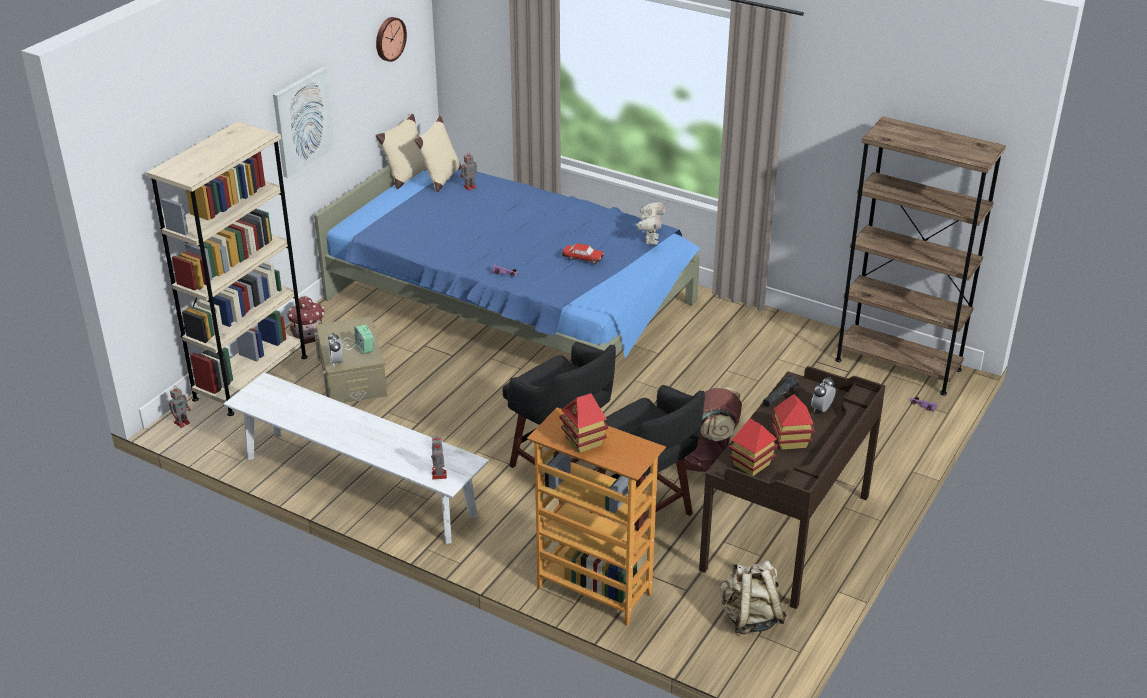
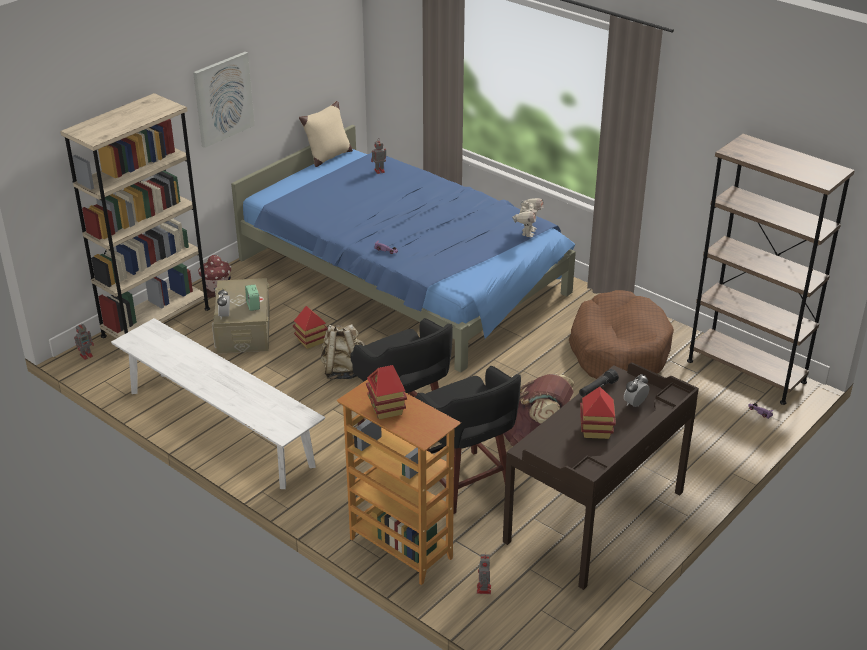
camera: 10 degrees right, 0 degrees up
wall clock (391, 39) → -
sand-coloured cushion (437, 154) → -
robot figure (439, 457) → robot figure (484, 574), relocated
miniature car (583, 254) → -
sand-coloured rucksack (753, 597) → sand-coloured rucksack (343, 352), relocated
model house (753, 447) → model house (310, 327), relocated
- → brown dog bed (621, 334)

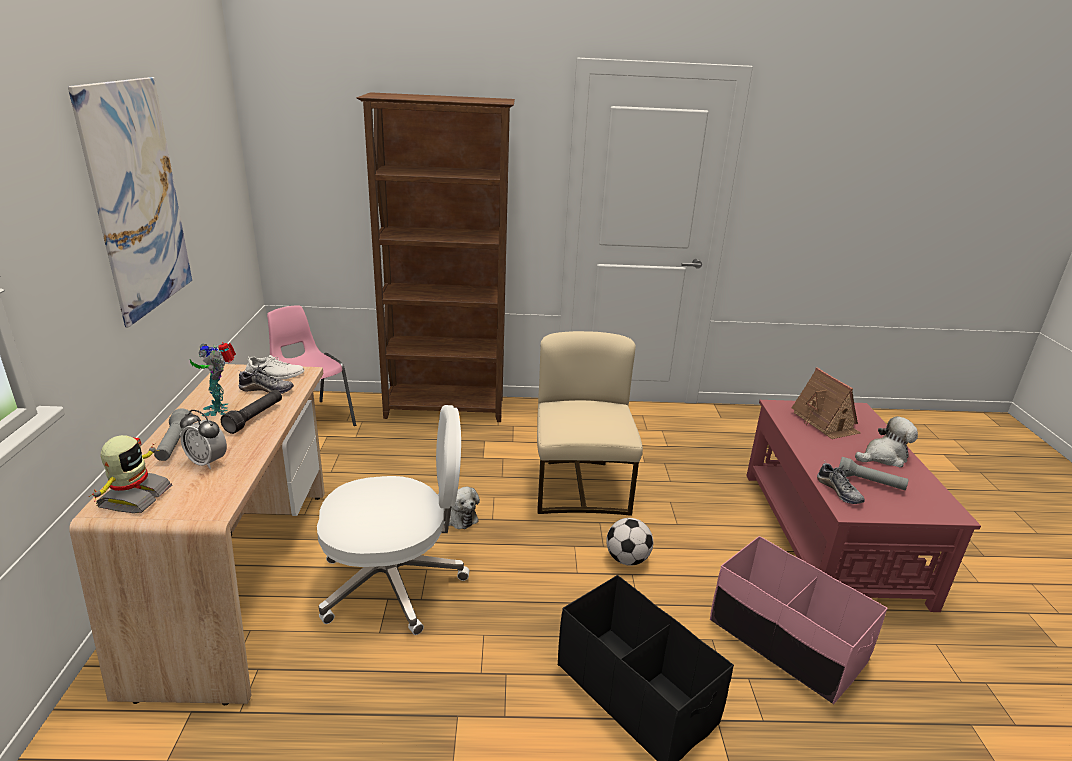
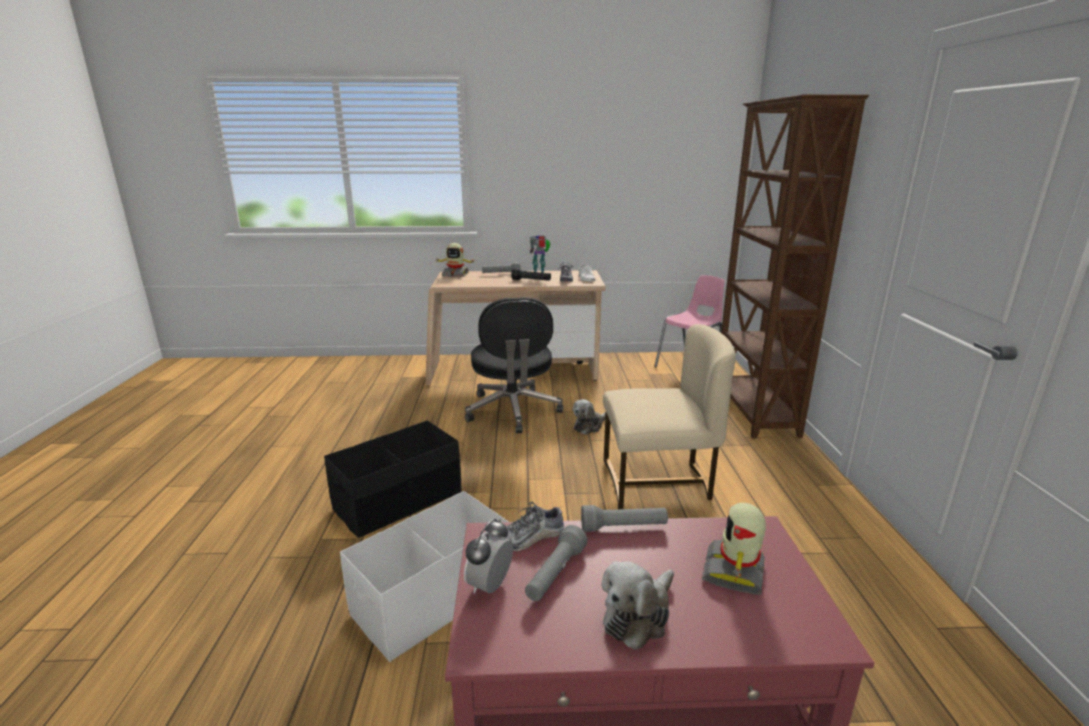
camera: 90 degrees right, 5 degrees down
wall picture (130, 202) → -
bedside clock (203, 439) → bedside clock (488, 556), relocated
white-coloured computer chair (393, 520) → black-coloured computer chair (514, 365)
football (629, 542) → -
pink storage box (799, 620) → white-coloured storage box (424, 576)
model house (826, 403) → robot figure (734, 549)
cuddly toy (886, 441) → cuddly toy (638, 606), 60 degrees clockwise
- → greyish hand torch (624, 518)

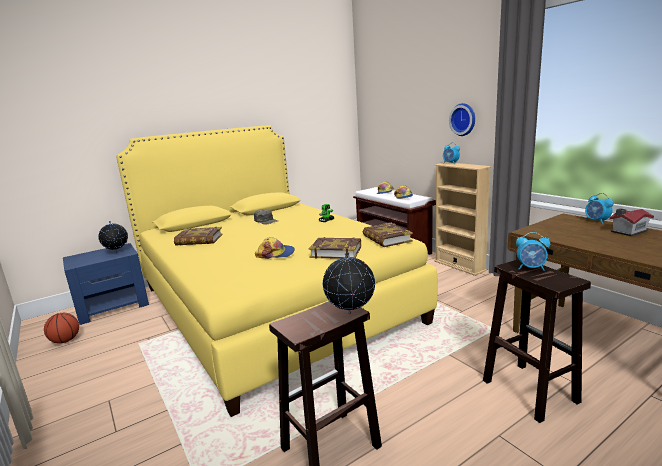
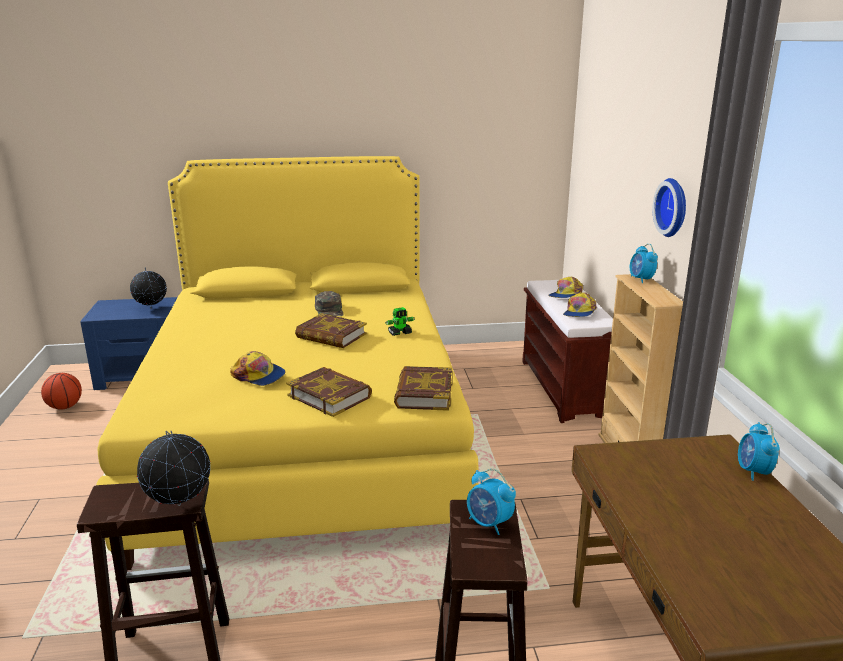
camera: 25 degrees right, 5 degrees up
book (198, 236) → book (331, 330), relocated
model house (631, 222) → -

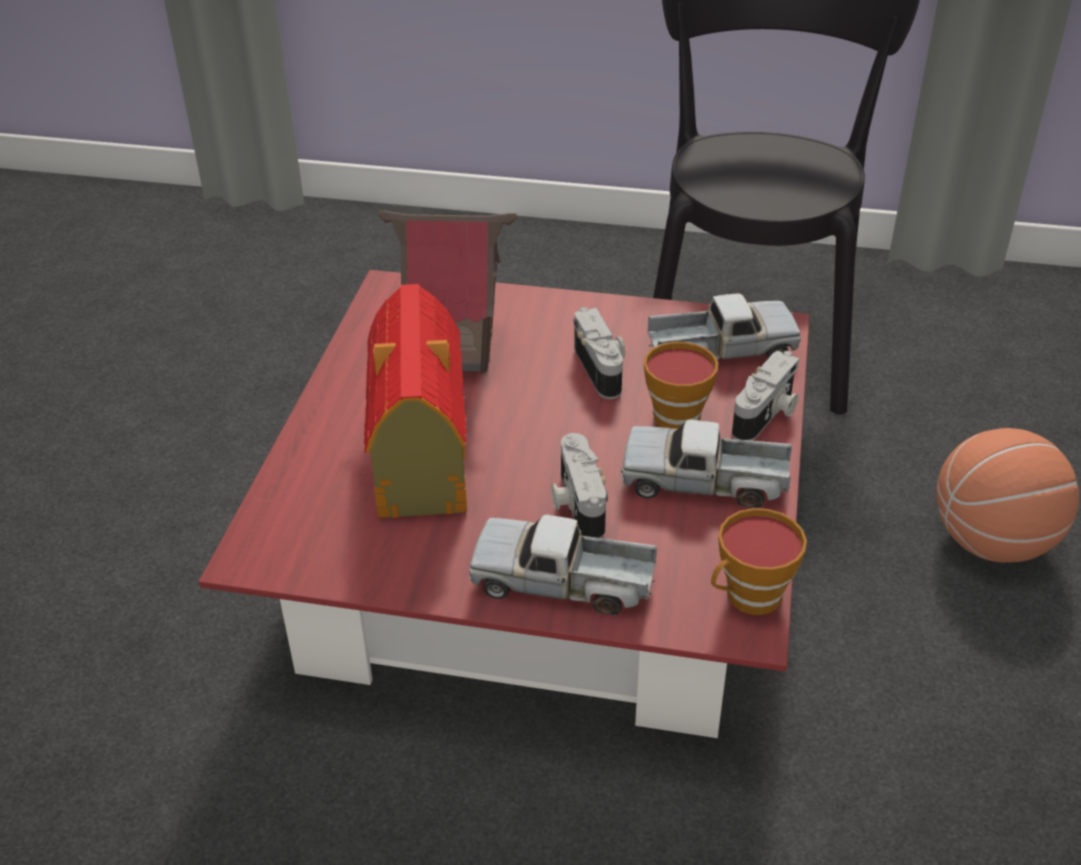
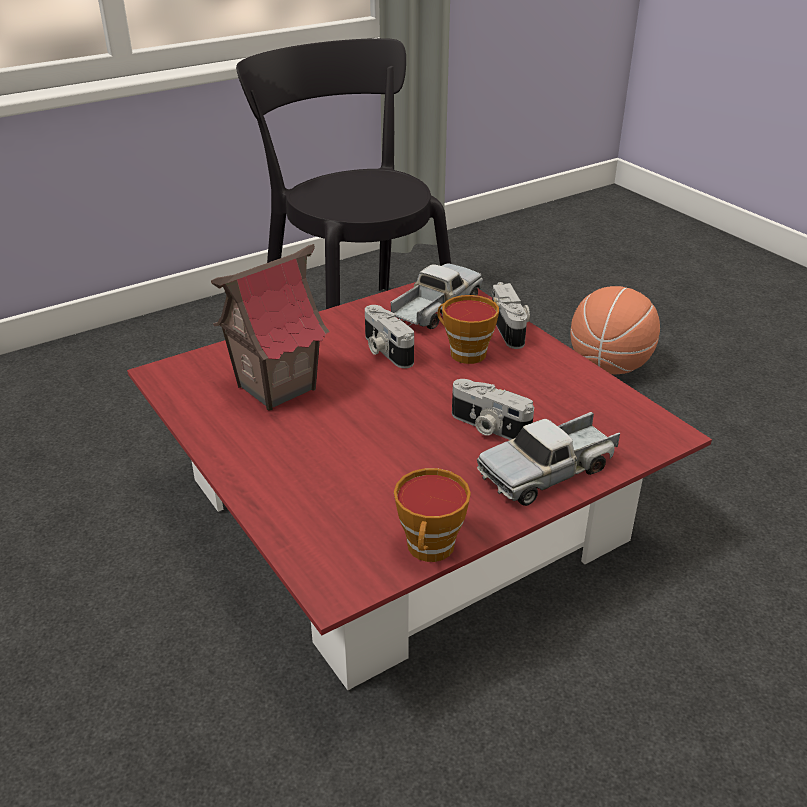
camera: 45 degrees left, 5 degrees down
model house (415, 401) → -
photo camera (599, 353) → photo camera (389, 336), 150 degrees counterclockwise
toy lorry (706, 463) → -
small cup (759, 561) → small cup (432, 515), relocated

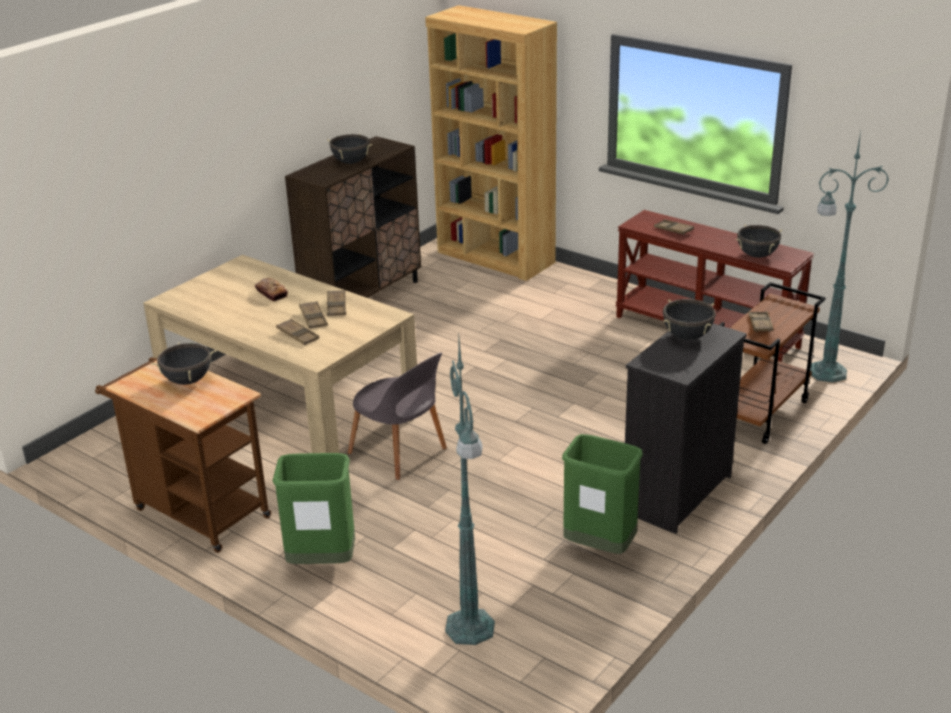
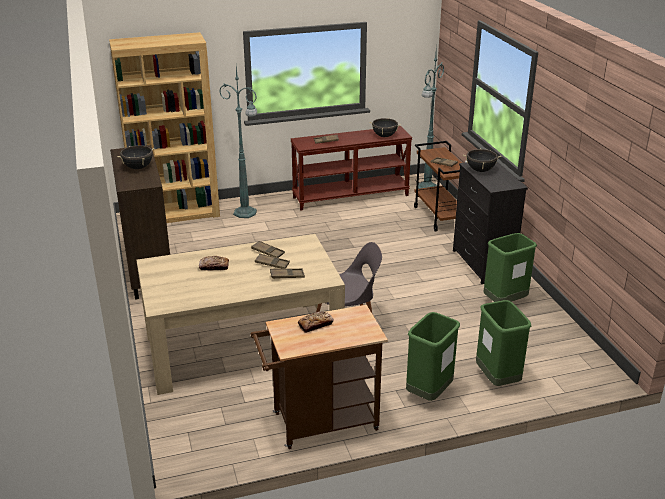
camera: 55 degrees left, 0 degrees up
black-coloured stockpot (183, 363) → bread (316, 322)
green-coloured floor lamp (470, 492) → green-coloured floor lamp (238, 142), relocated
- → green-coloured trash can (504, 343)

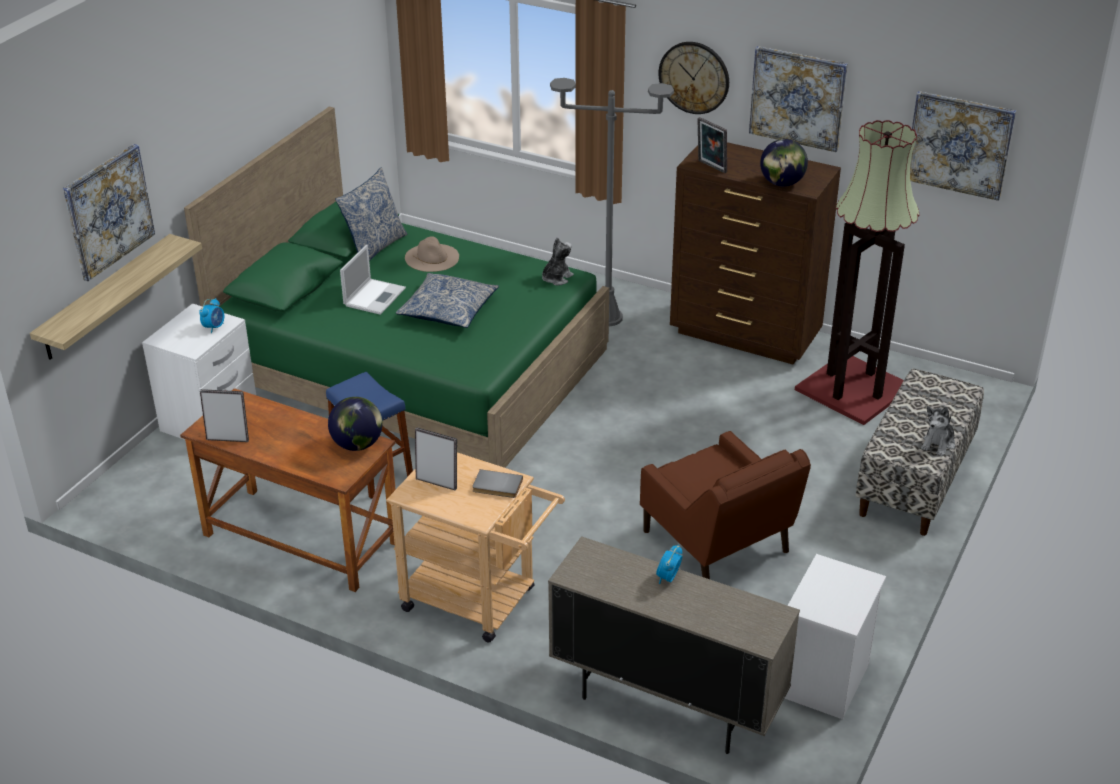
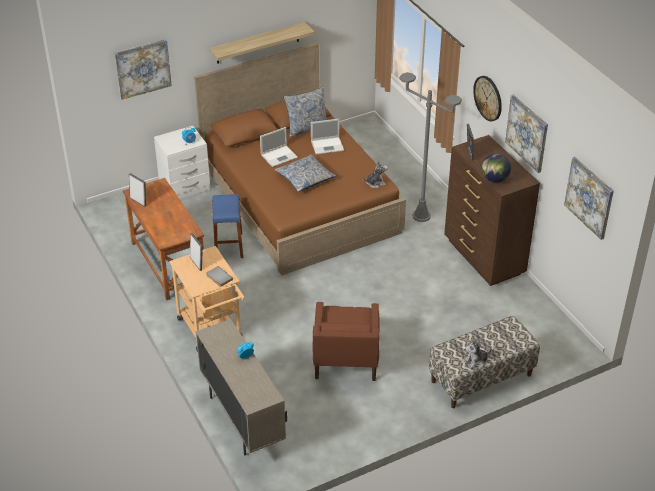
camera: 35 degrees right, 5 degrees up
shelf (116, 297) → shelf (261, 43), relocated
green-coloured bedroom bed (396, 287) → brown bedroom bed (300, 159)
world globe (355, 424) → -
sand-coloured hat (432, 254) → portable computer (327, 137)
white-coloured nightstand (835, 636) → -
floor lamp (857, 272) → -

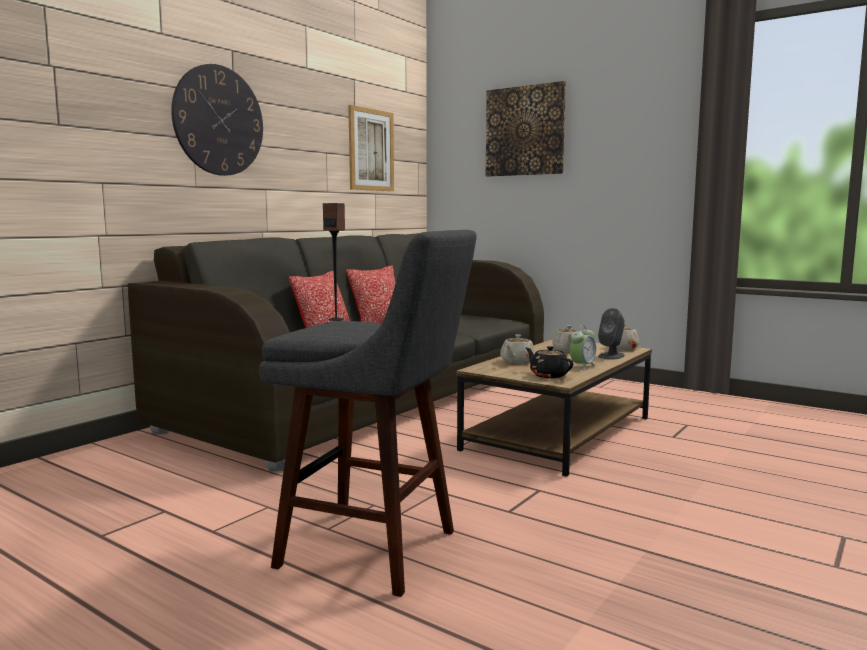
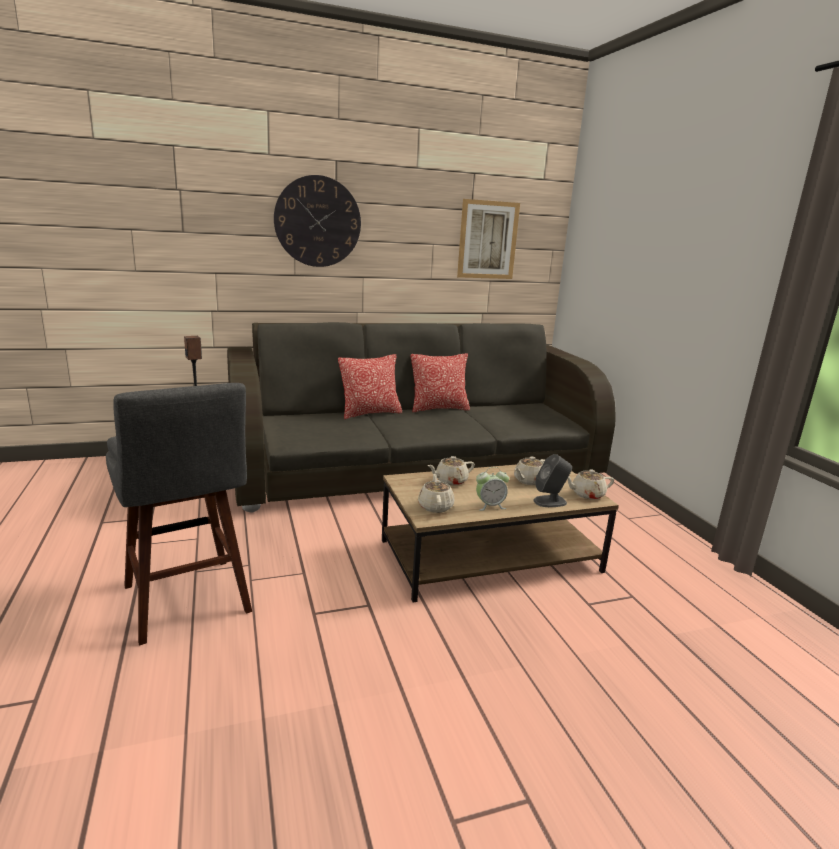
camera: 35 degrees right, 10 degrees up
wall picture (526, 128) → -
black-coloured tea pot (550, 362) → sand-coloured tea pot (436, 493)

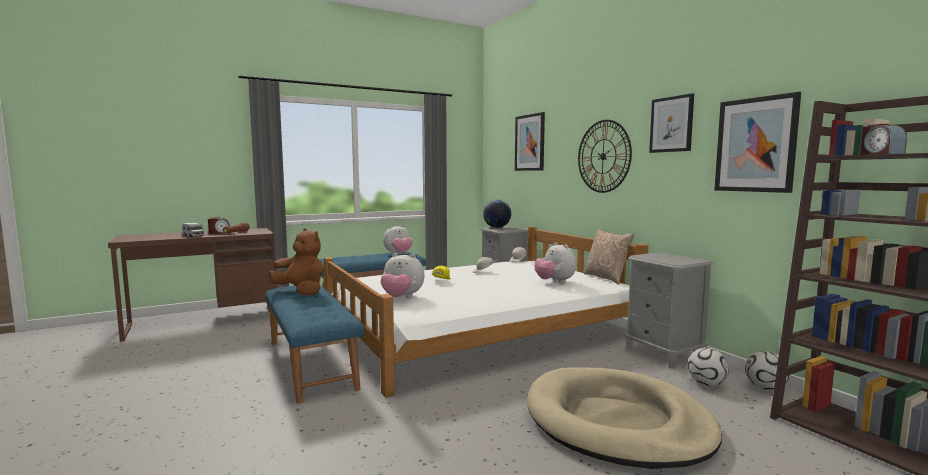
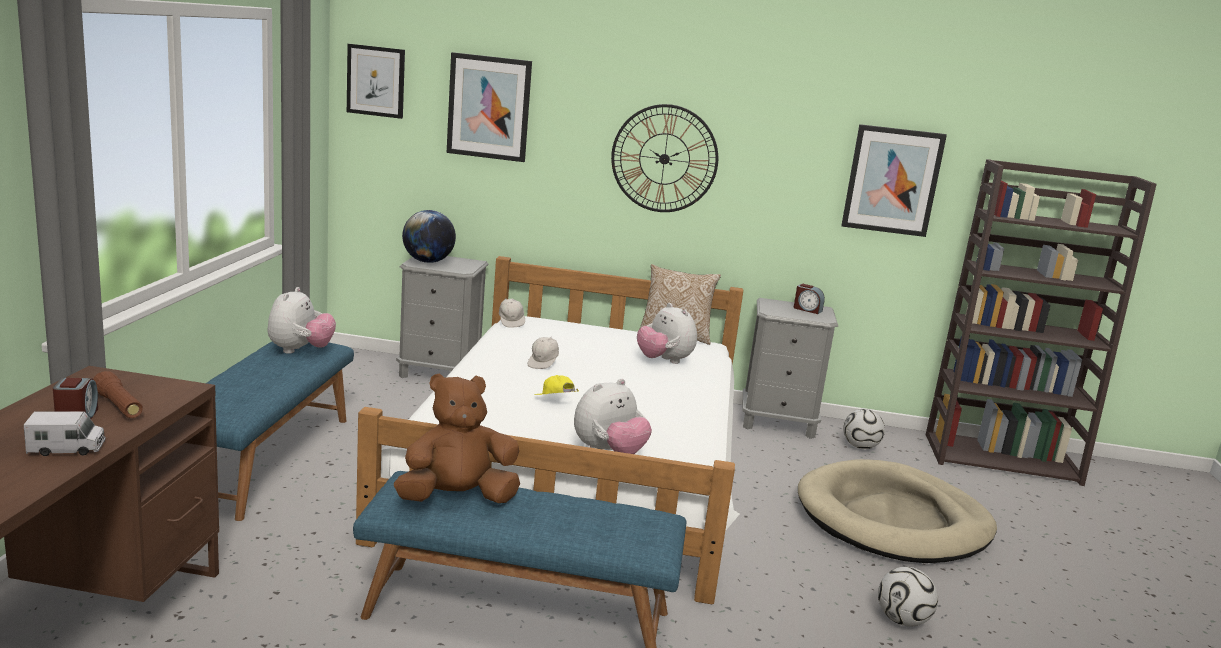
camera: 55 degrees left, 10 degrees up
cuddly toy (555, 262) → cuddly toy (667, 333), 45 degrees clockwise
wall picture (671, 123) → wall picture (376, 81), relocated
football (767, 370) → football (908, 597), relocated
bedside clock (883, 139) → bedside clock (809, 299), relocated

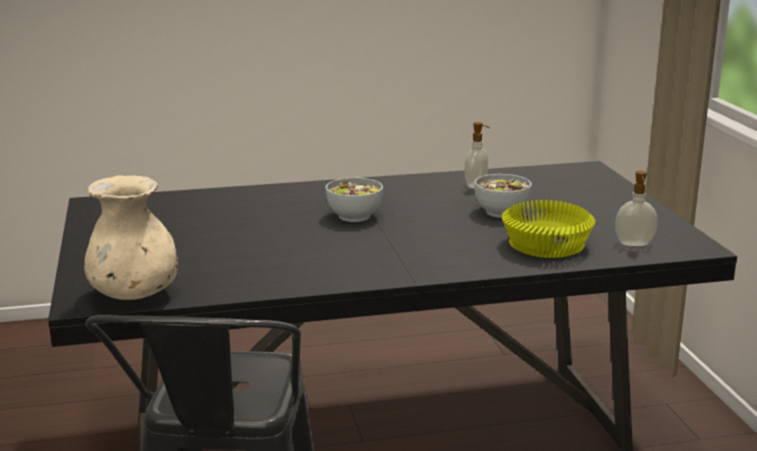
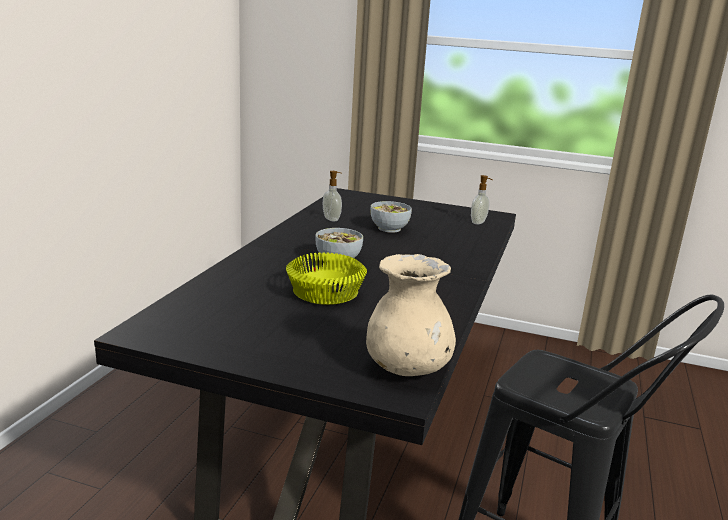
camera: 60 degrees left, 0 degrees up
yellow bowl (548, 229) → yellow bowl (326, 278), relocated

